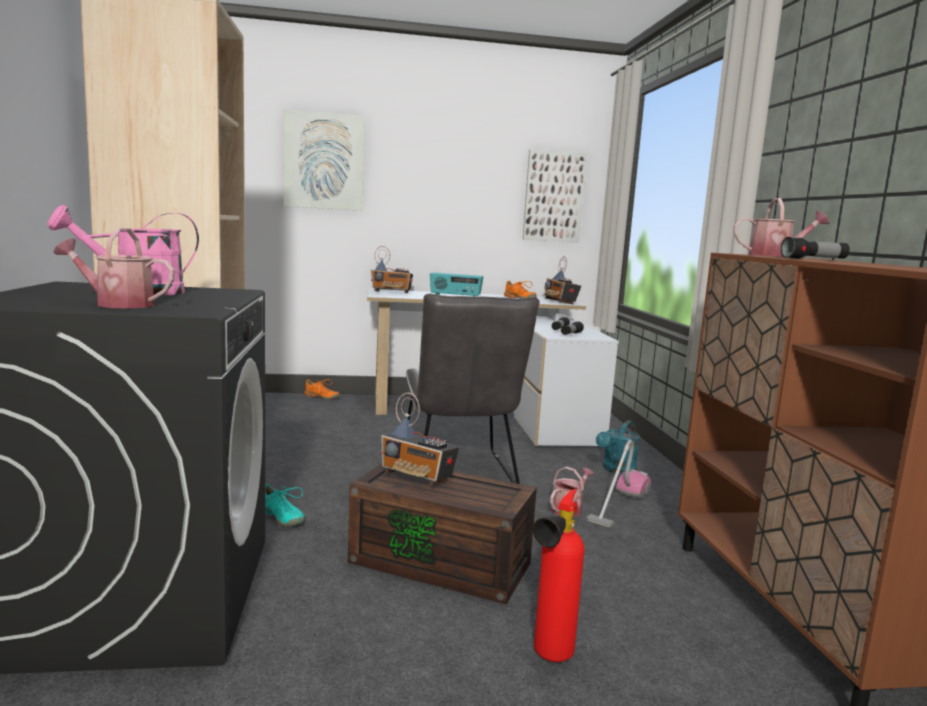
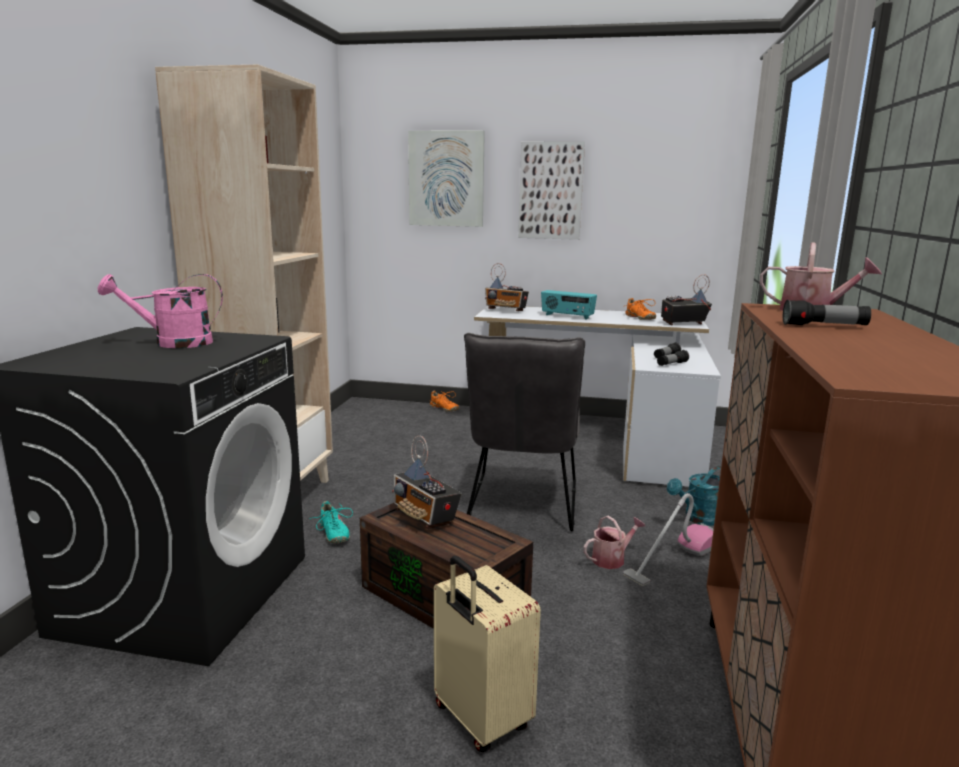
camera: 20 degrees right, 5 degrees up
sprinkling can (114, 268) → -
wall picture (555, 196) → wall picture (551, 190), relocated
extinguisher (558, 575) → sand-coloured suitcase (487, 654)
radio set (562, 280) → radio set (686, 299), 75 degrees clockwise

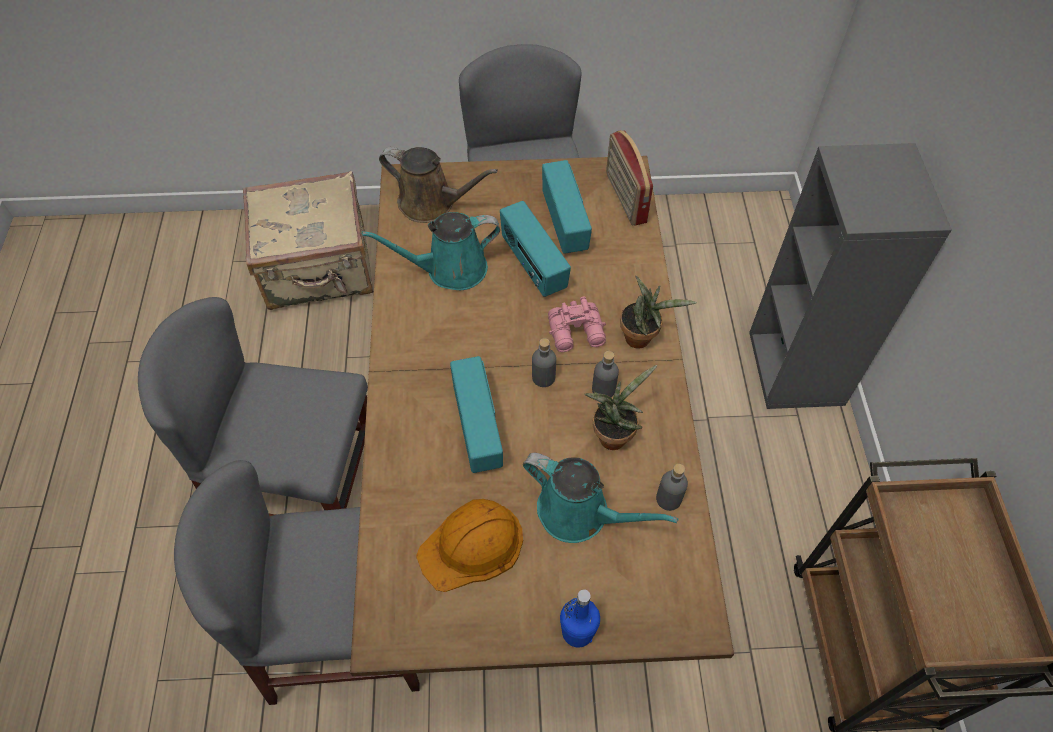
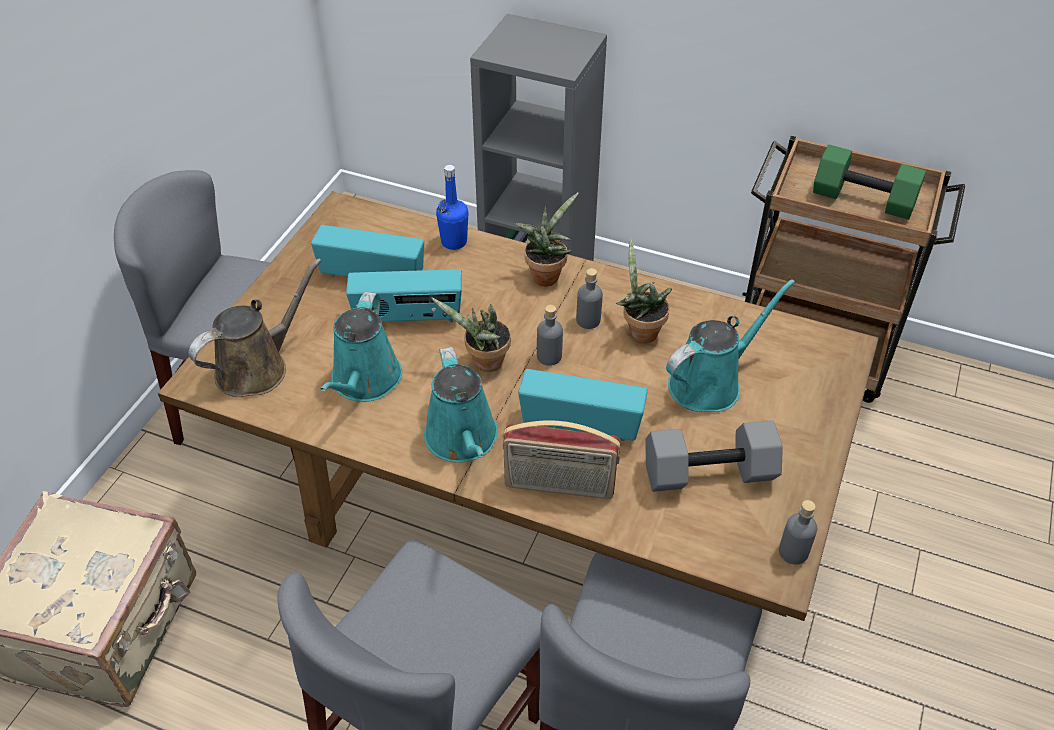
camera: 65 degrees left, 10 degrees down
orangey safety helmet (469, 545) → greyish hand weight (714, 456)
pink pair of binoculars (577, 324) → -
blue-coloured bottle (580, 618) → blue-coloured bottle (452, 207), relocated
radio set (629, 178) → radio set (561, 459), relocated
greyish bottle (672, 487) → greyish bottle (798, 532), relocated
- → blue-green sprinkling can (461, 405)
- → plant in a pot (471, 334)
- → green-coloured hand weight (869, 182)

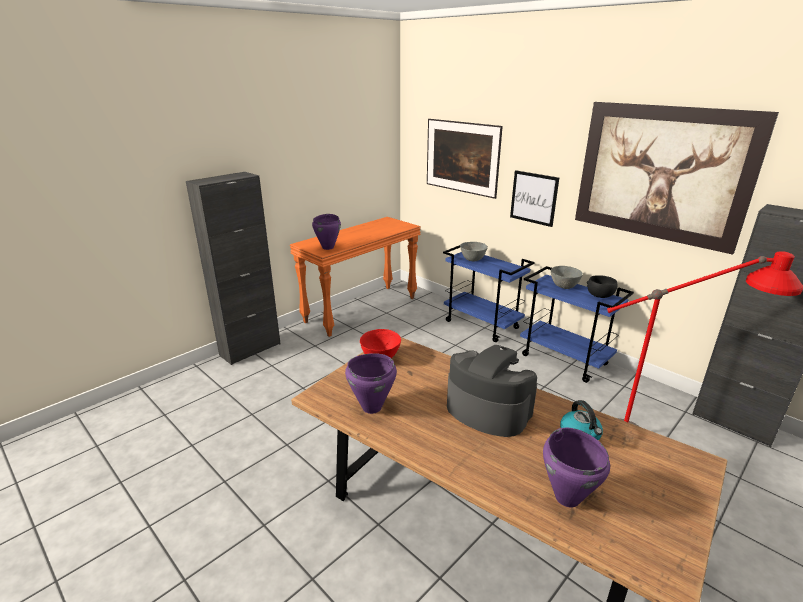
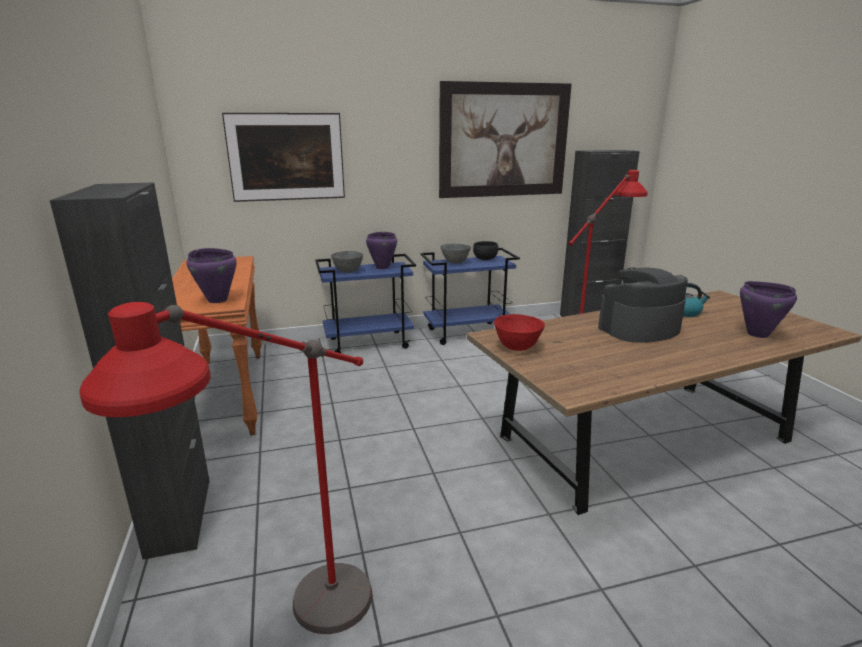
camera: 60 degrees left, 5 degrees down
purple-coloured stockpot (371, 383) → purple-coloured stockpot (381, 250), relocated
wall picture (534, 198) → -
- → red floor lamp (226, 468)

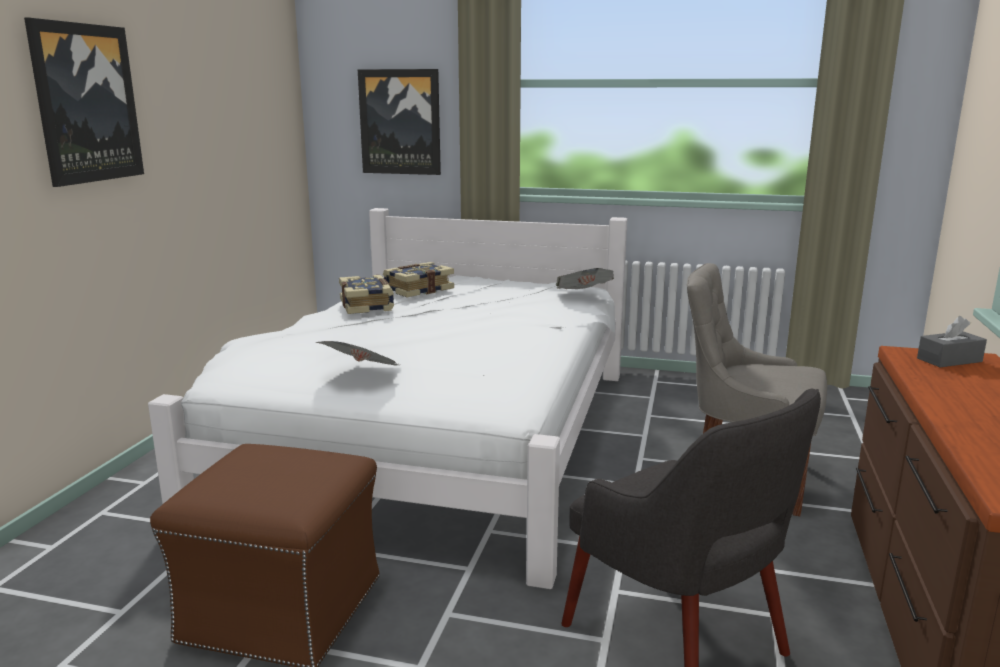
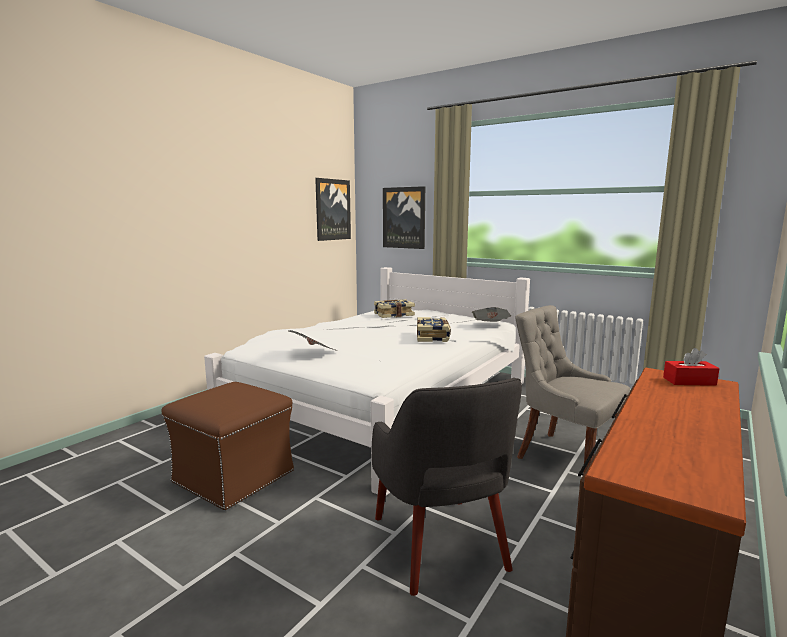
camera: 20 degrees right, 5 degrees down
wall picture (84, 102) → wall picture (333, 209), relocated
book (366, 294) → book (434, 329), relocated
greyish tissue holder (952, 341) → red tissue holder (691, 367)

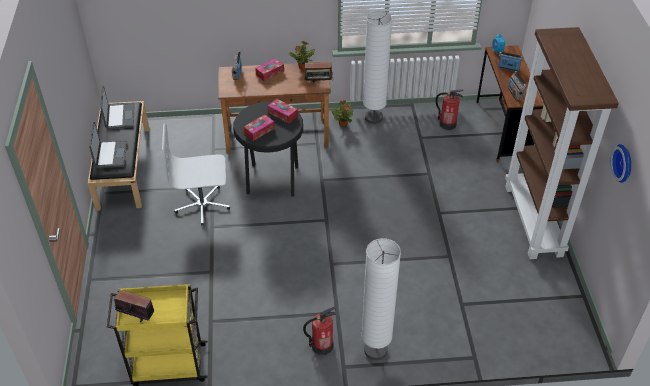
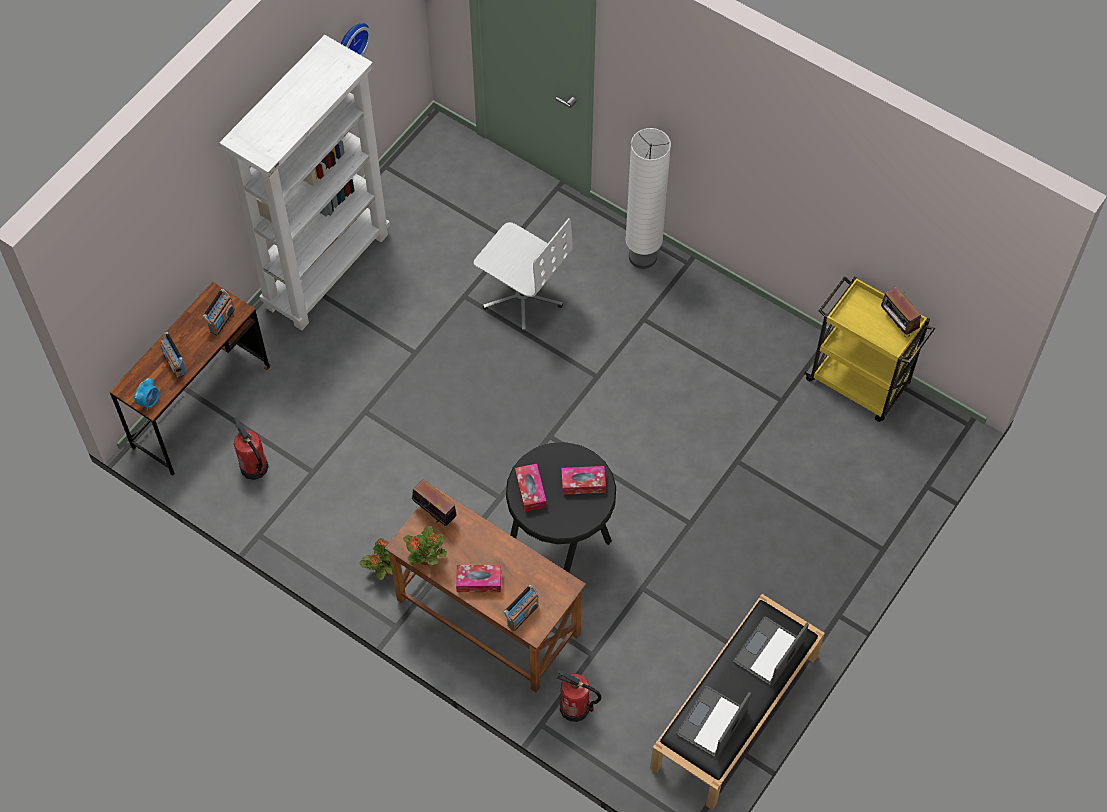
camera: 140 degrees left, 15 degrees up
white-coloured computer chair (196, 174) → white-coloured computer chair (523, 275), relocated
extinguisher (319, 331) → extinguisher (579, 696), relocated
white-coloured floor lamp (377, 67) → -
brown bookcase (562, 143) → white-coloured bookcase (304, 183)

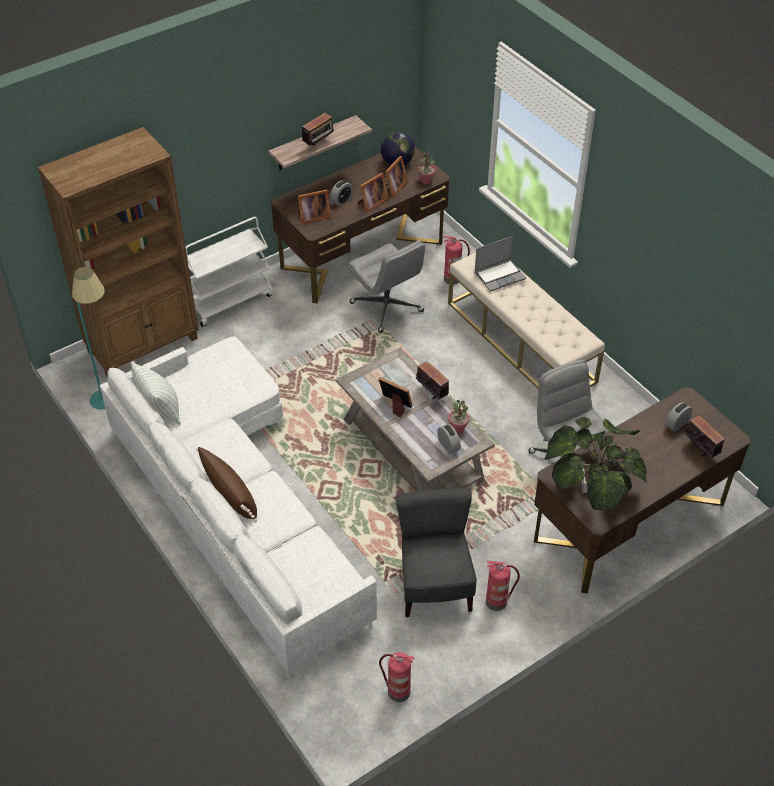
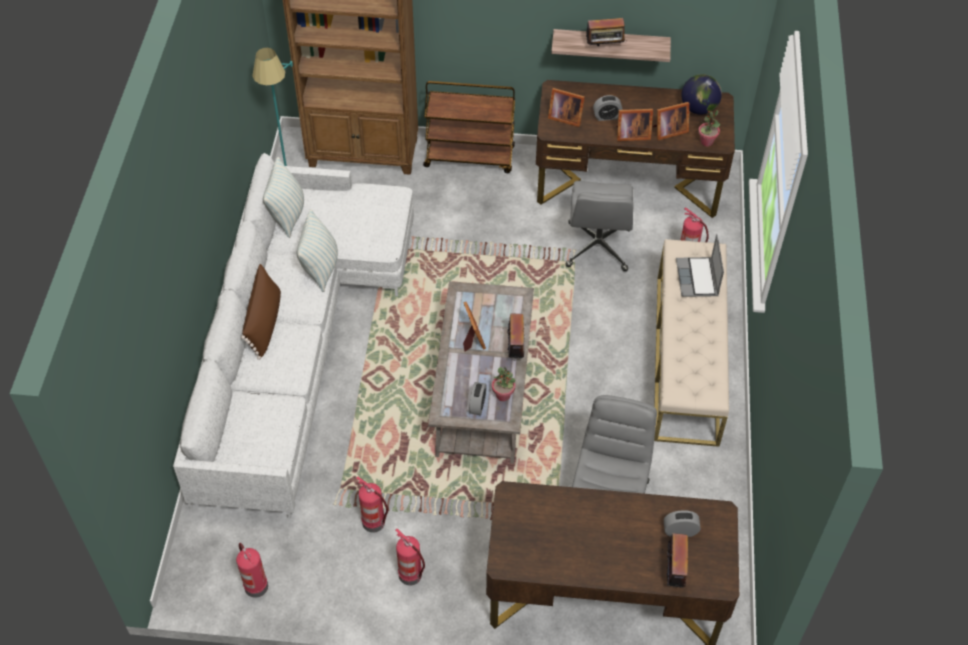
camera: 40 degrees right, 5 degrees up
white-coloured cart (229, 272) → brown cart (469, 127)
greyish chair (436, 552) → extinguisher (372, 504)
portable computer (500, 264) → portable computer (700, 265), 75 degrees clockwise
plant in a pot (595, 464) → -
- → cushion (317, 250)

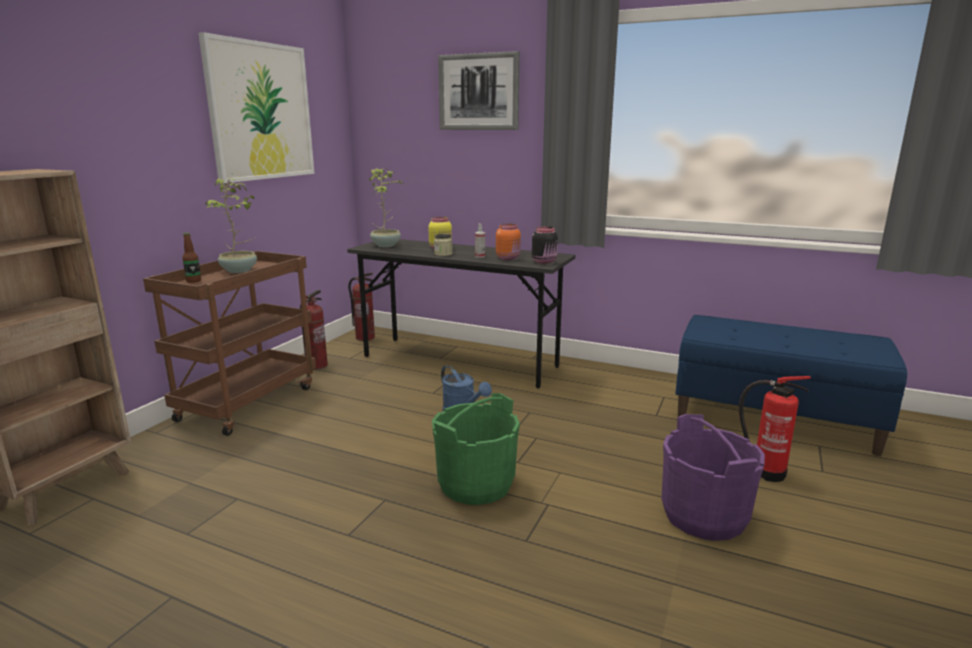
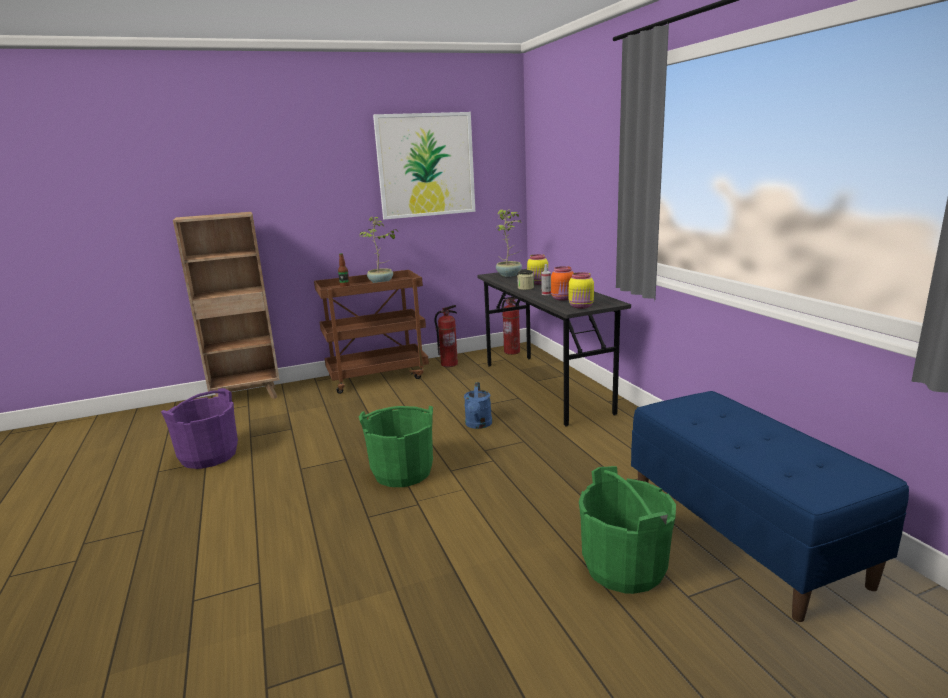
camera: 45 degrees right, 0 degrees up
wall picture (479, 90) → -
black-coloured preserve jar (545, 245) → yellow preserve jar (581, 290)
purple-coloured pail (713, 477) → purple-coloured pail (199, 428), relocated
extinguisher (775, 429) → green-coloured pail (627, 530)

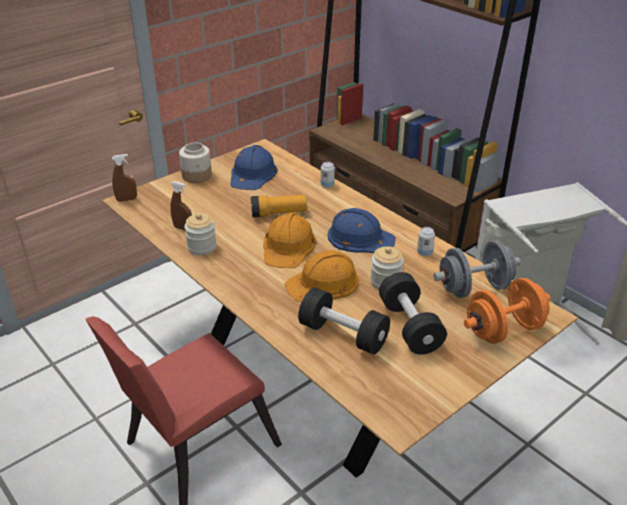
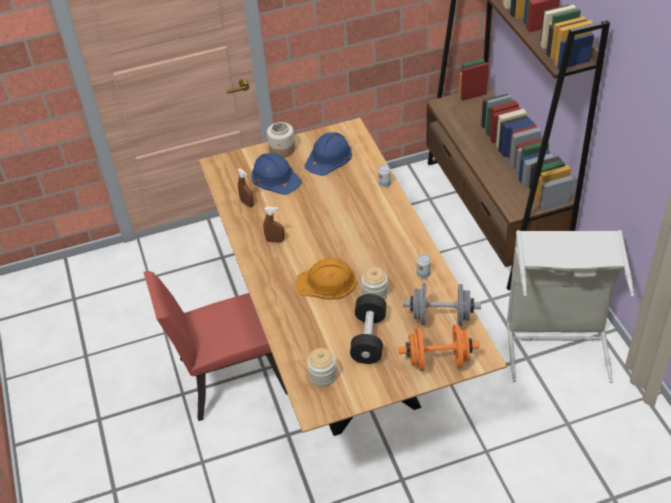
camera: 25 degrees right, 10 degrees up
brown sprayer (124, 178) → brown sprayer (274, 224), relocated
preserve jar (200, 234) → preserve jar (322, 367), relocated
hand torch (279, 206) → -
orangey safety helmet (290, 240) → -
black-coloured hand weight (344, 321) → -
blue-coloured safety helmet (361, 230) → blue-coloured safety helmet (277, 174), relocated

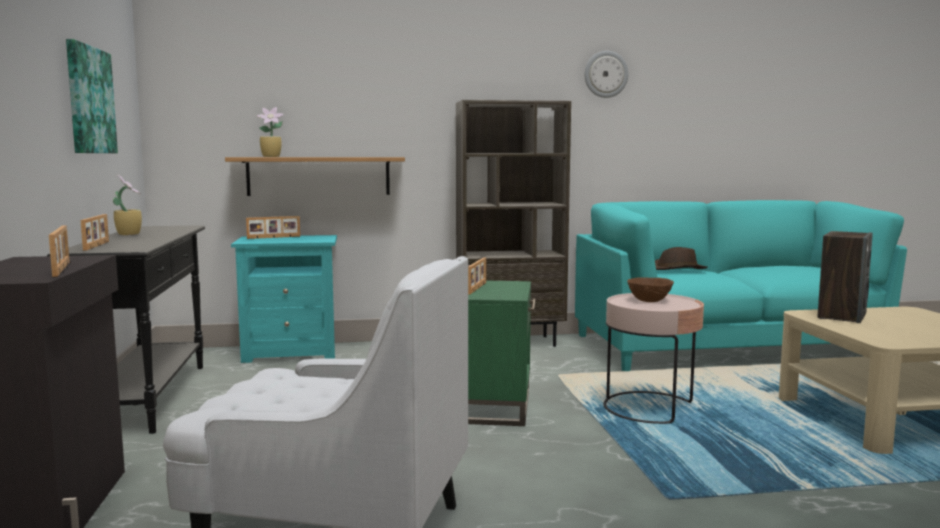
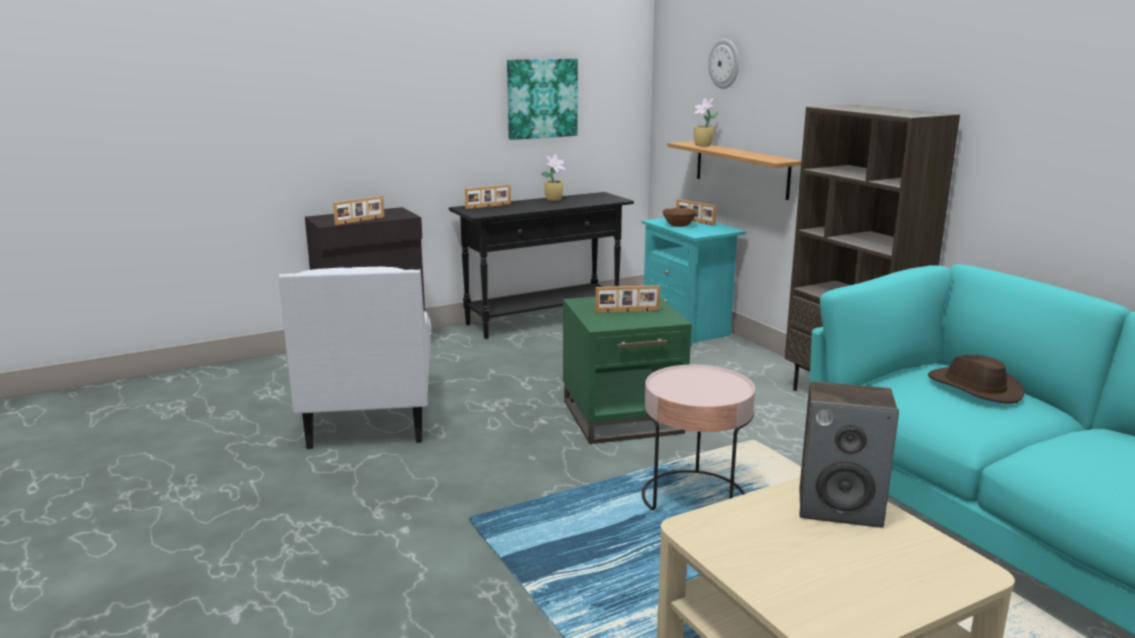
camera: 70 degrees right, 10 degrees up
wall clock (607, 74) → wall clock (723, 64), relocated
brown bowl (650, 290) → brown bowl (680, 217), relocated

